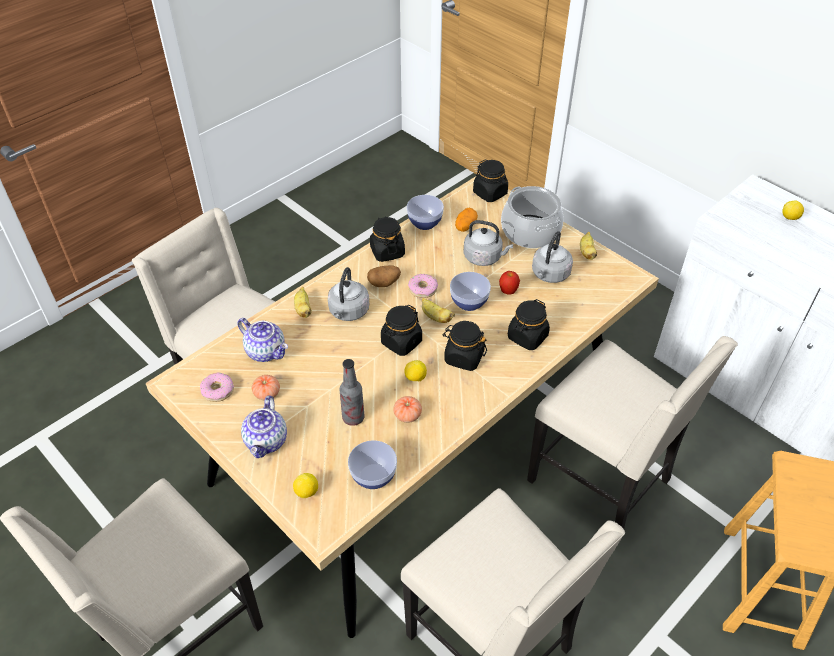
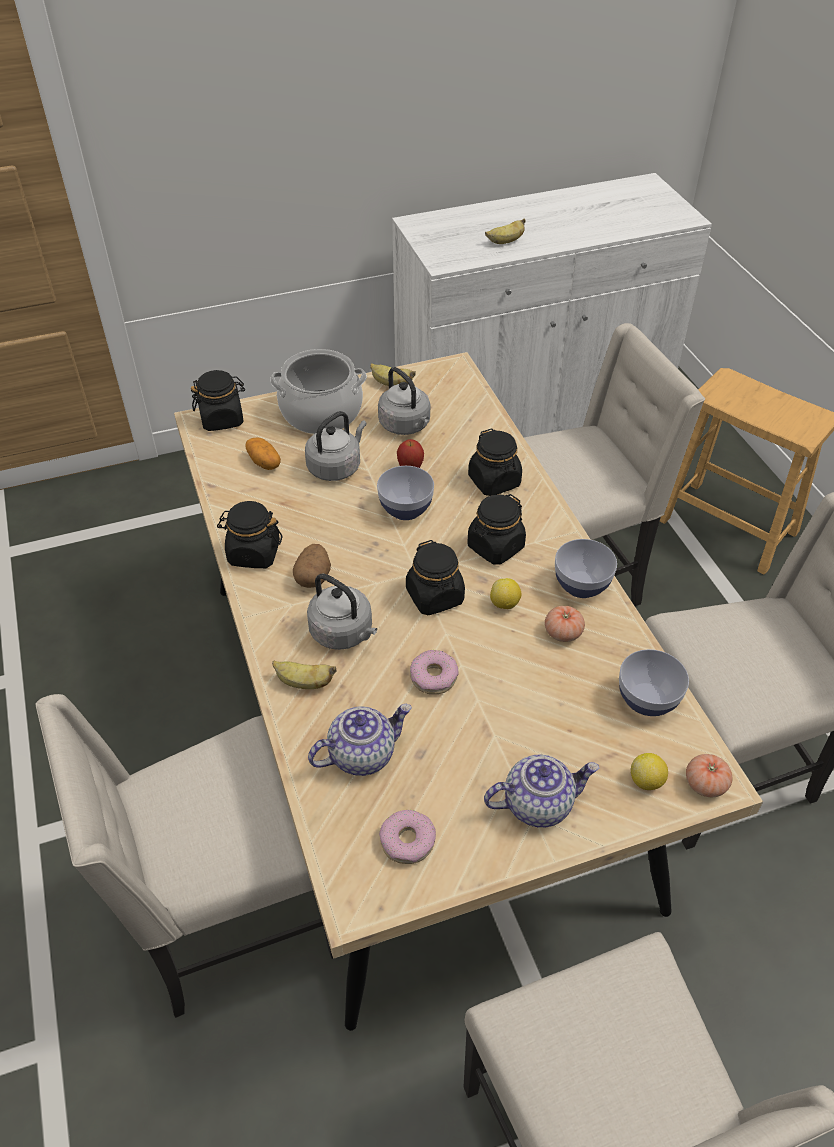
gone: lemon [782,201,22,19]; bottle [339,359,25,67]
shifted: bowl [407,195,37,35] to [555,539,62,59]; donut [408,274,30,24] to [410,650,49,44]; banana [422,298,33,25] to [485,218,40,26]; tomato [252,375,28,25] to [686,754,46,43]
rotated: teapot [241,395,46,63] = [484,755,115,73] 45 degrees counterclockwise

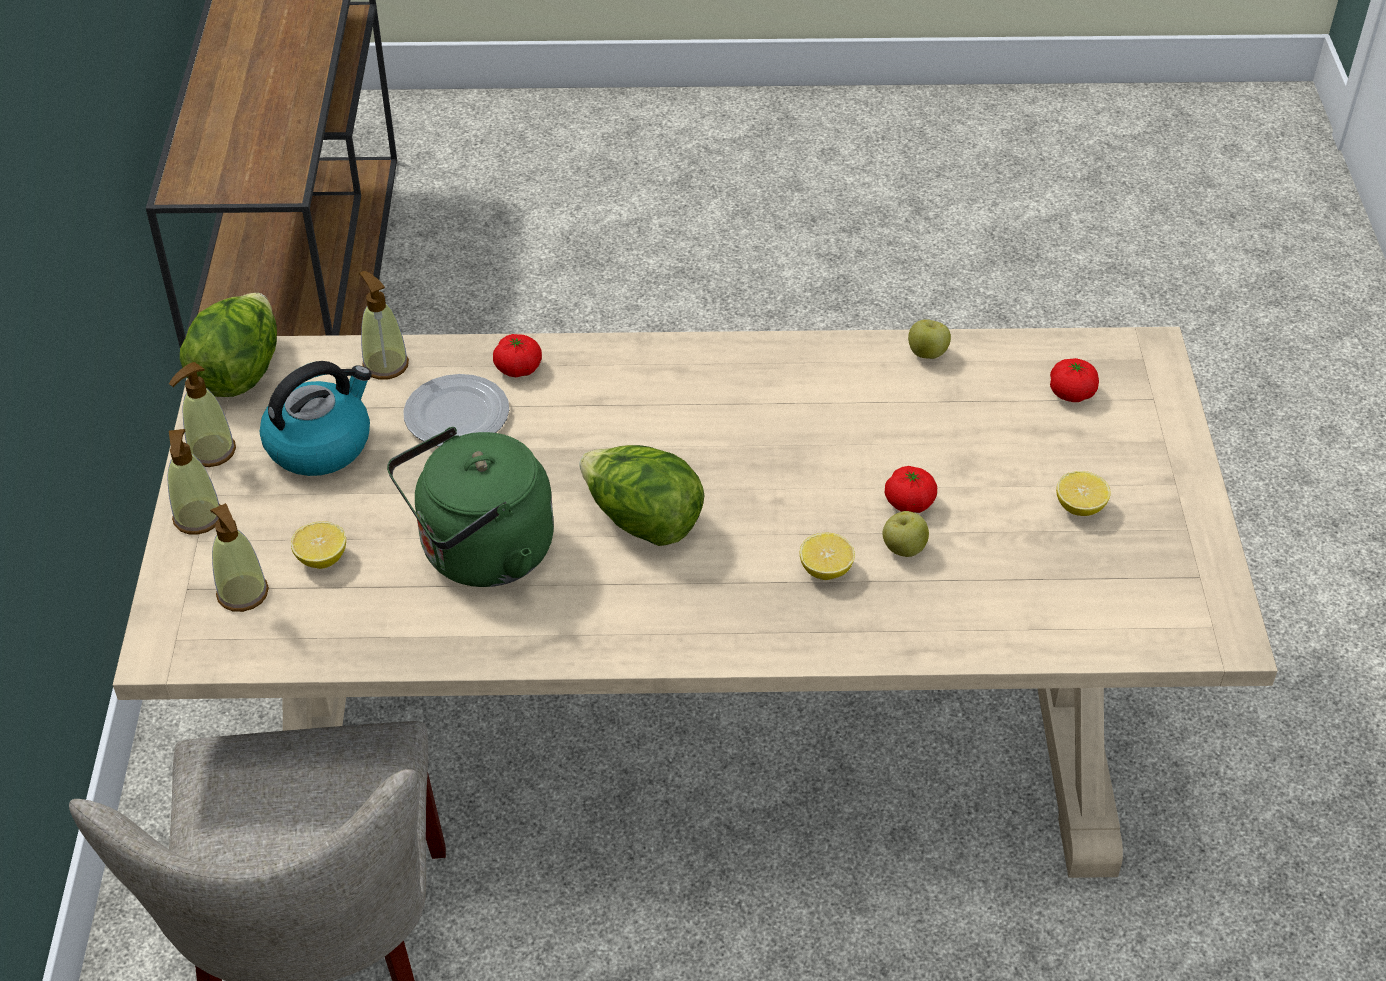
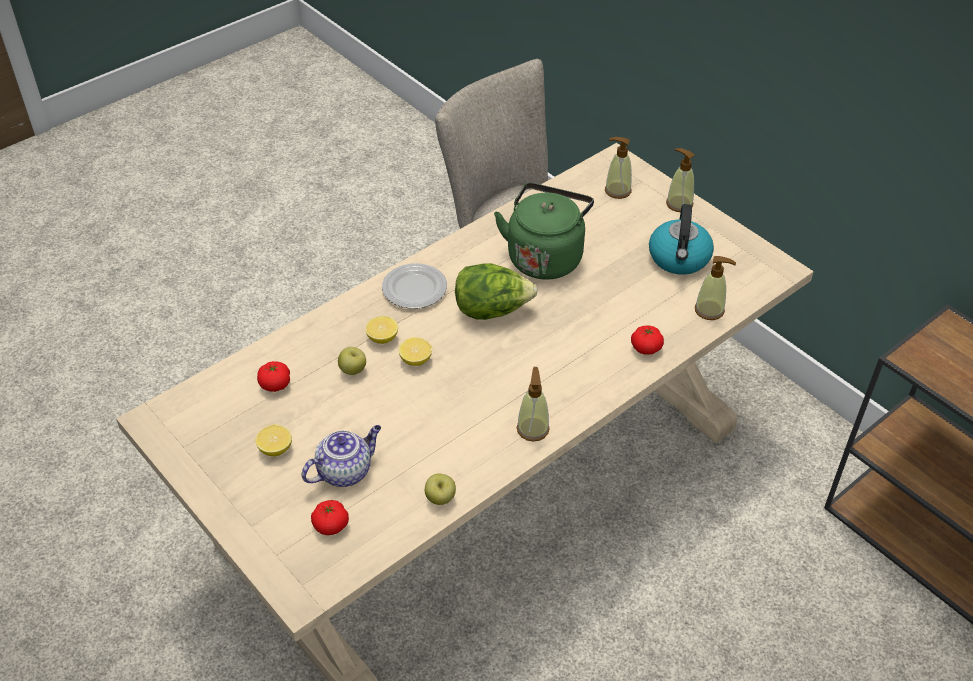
gone: lettuce [180,293,97,104]
new: teapot [302,425,79,62]
shifted: soap dispenser [169,362,67,105] to [517,367,33,74]; plate [403,374,106,73] to [382,263,65,46]; tomato [885,466,52,47] to [257,361,33,31]; lemon [291,521,55,48] to [399,337,33,29]

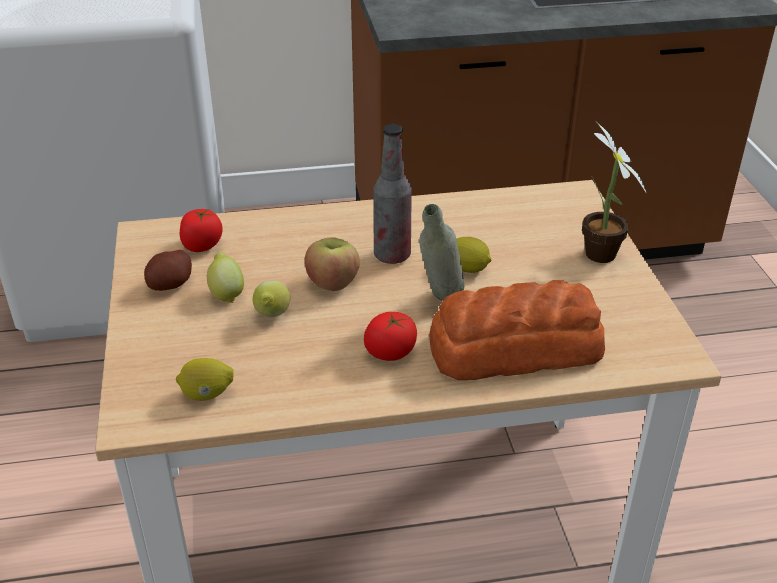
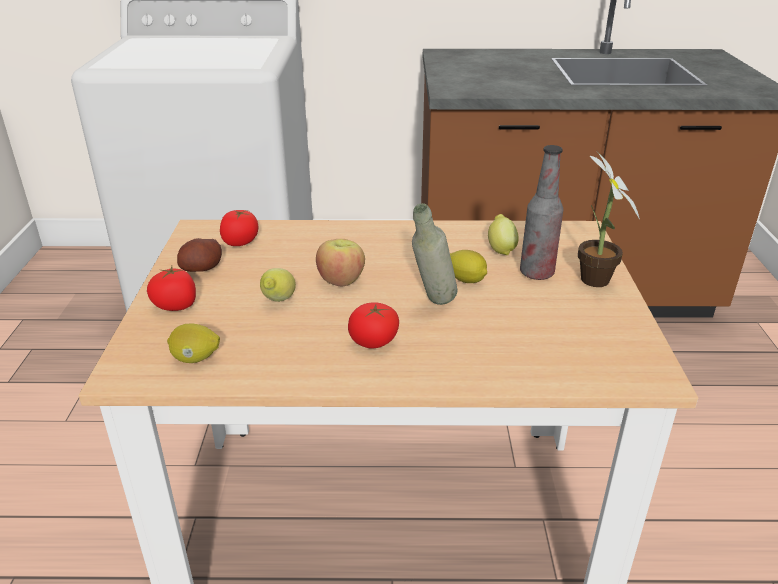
gone: bread [429,280,176,100]
new: tomato [147,266,49,45]
shifted: bottle [373,124,39,140] to [520,145,43,135]; lemon [207,252,37,51] to [488,214,31,41]

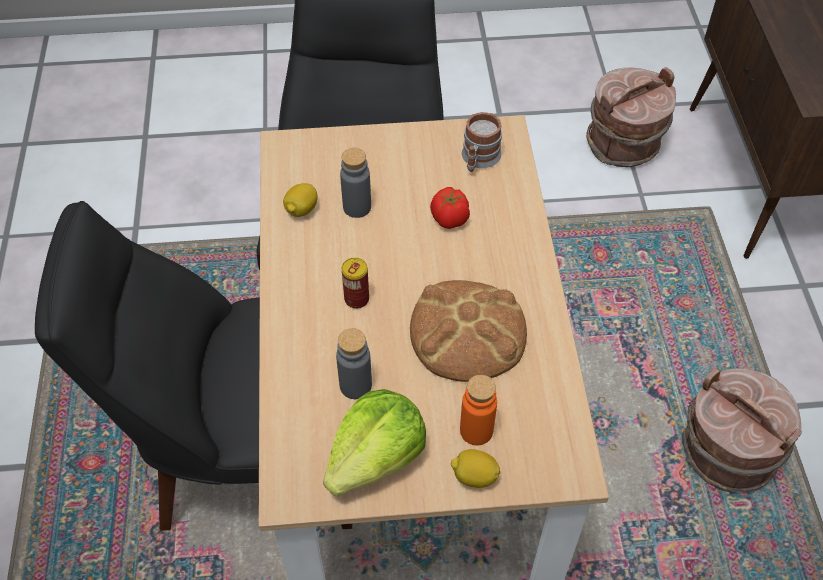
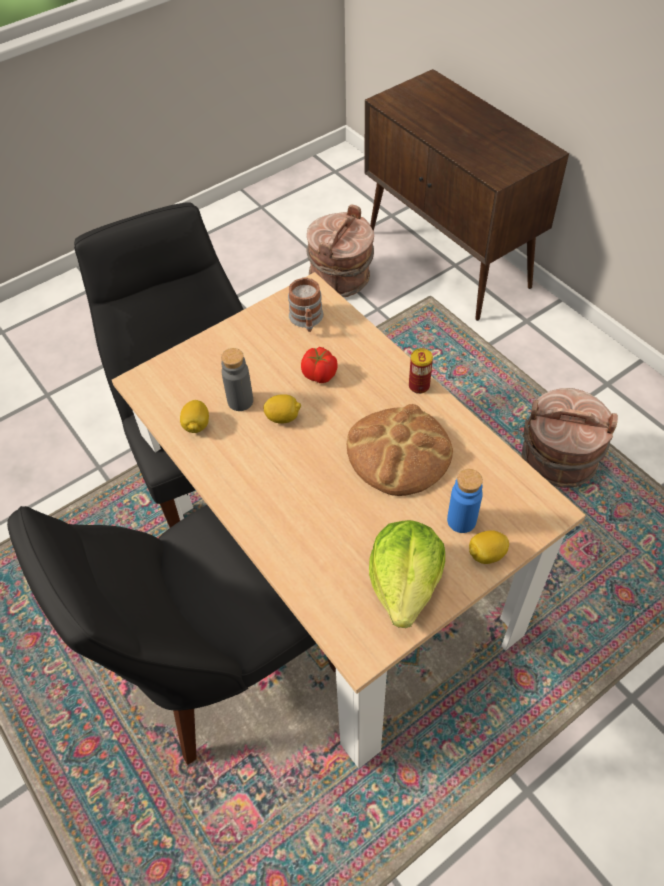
gone: grey bottle [336,328,36,71]
new: lemon [263,394,38,30]
shifted: can [342,258,27,51] to [409,348,24,46]
repainted: orange bottle [460,375,37,71] to blue bottle [447,469,36,64]

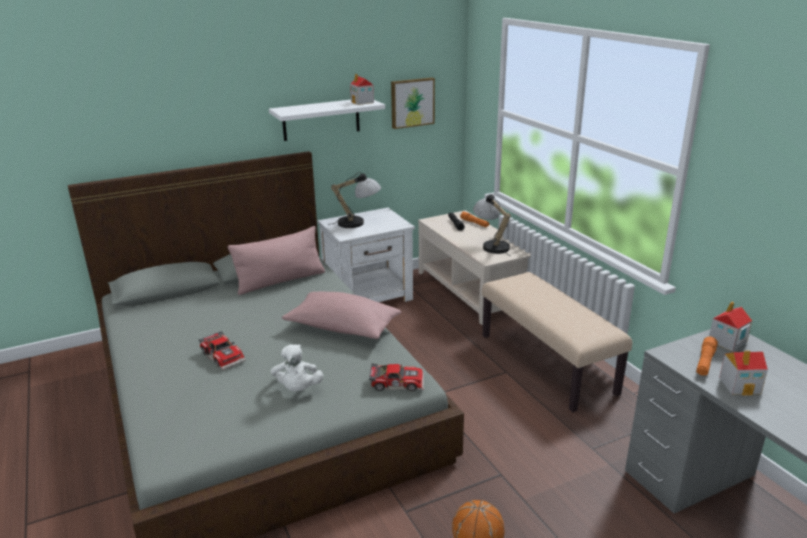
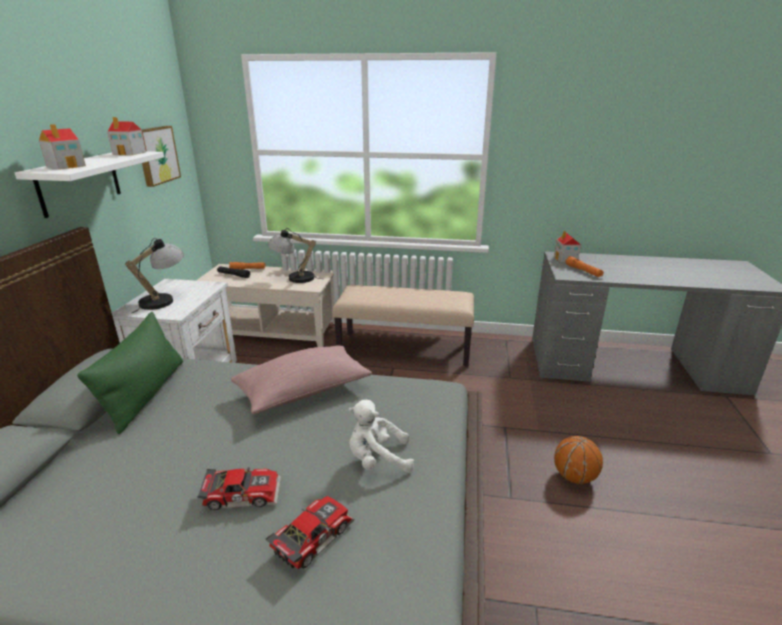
shifted: toy house [719,351,49,45] to [39,124,47,46]; toy car [369,363,55,29] to [266,496,88,73]
repainted: pink pillow [228,226,97,69] to green pillow [77,312,106,122]
rotated: white plush toy [271,344,52,48] = [348,400,66,73] 150 degrees clockwise

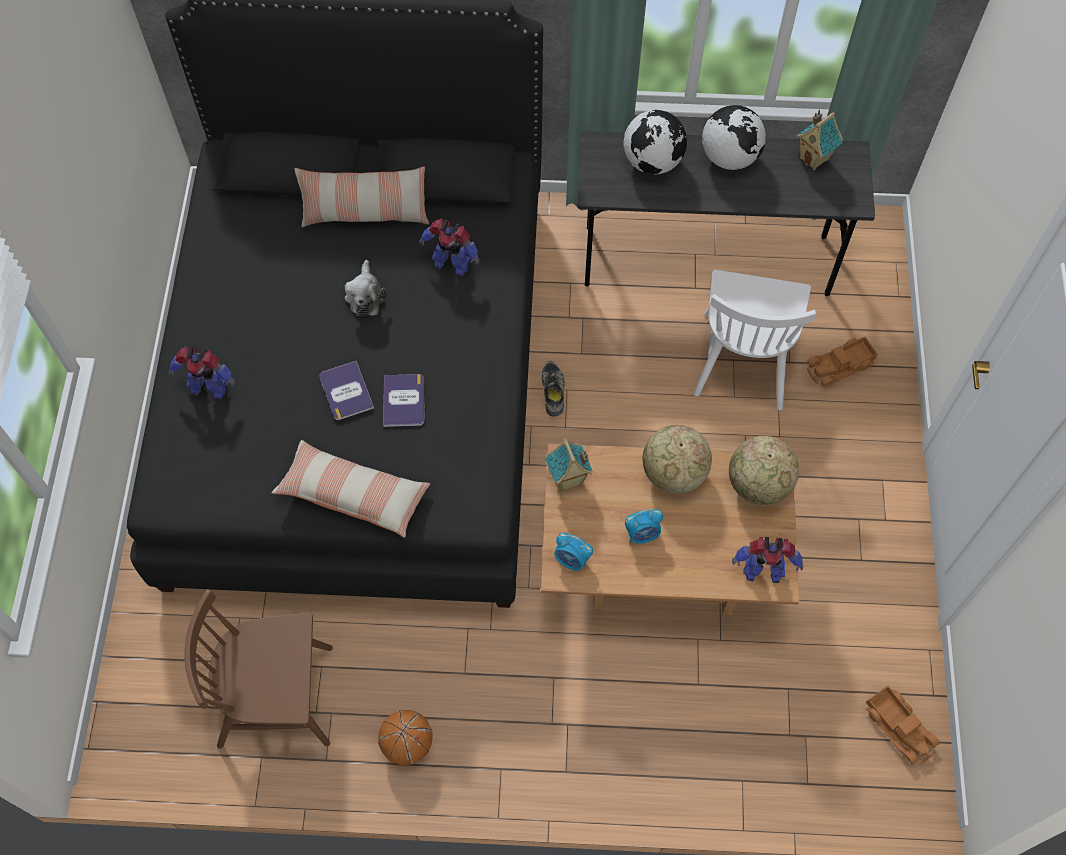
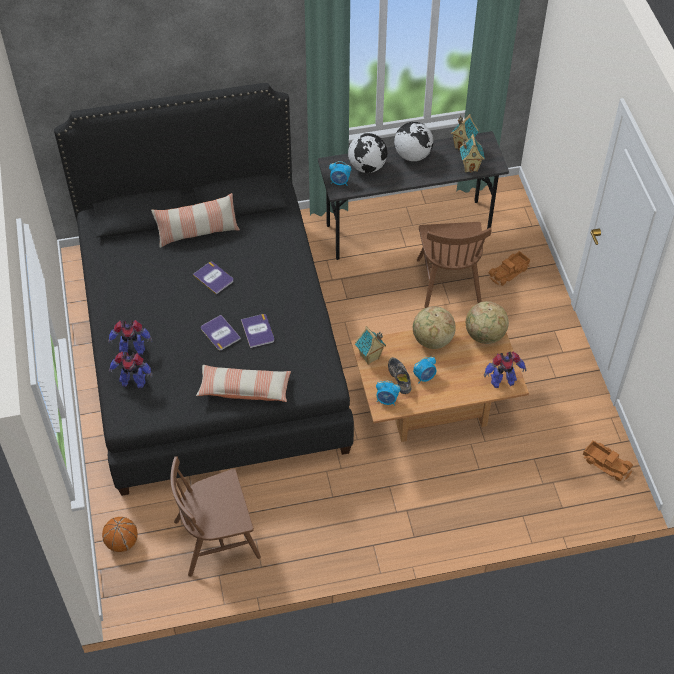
new: toy house [459,134,26,39]; alarm clock [329,161,22,25]
shifted: toy robot [419,218,60,58] to [109,352,44,37]; shoe [542,361,23,56] to [388,357,23,37]; basketball [378,710,54,55] to [102,517,36,35]
swapped: plush toy [345,260,41,56] to book [193,262,40,33]
repainted: white chair [694,270,122,140] to brown chair [417,222,75,86]

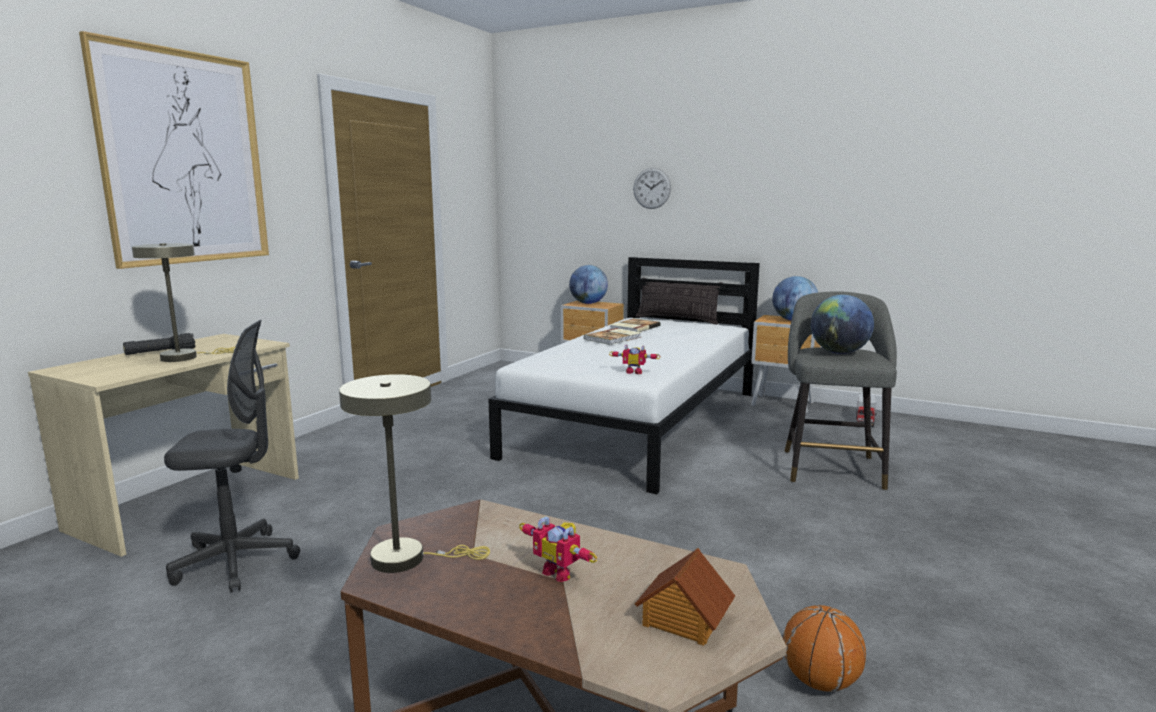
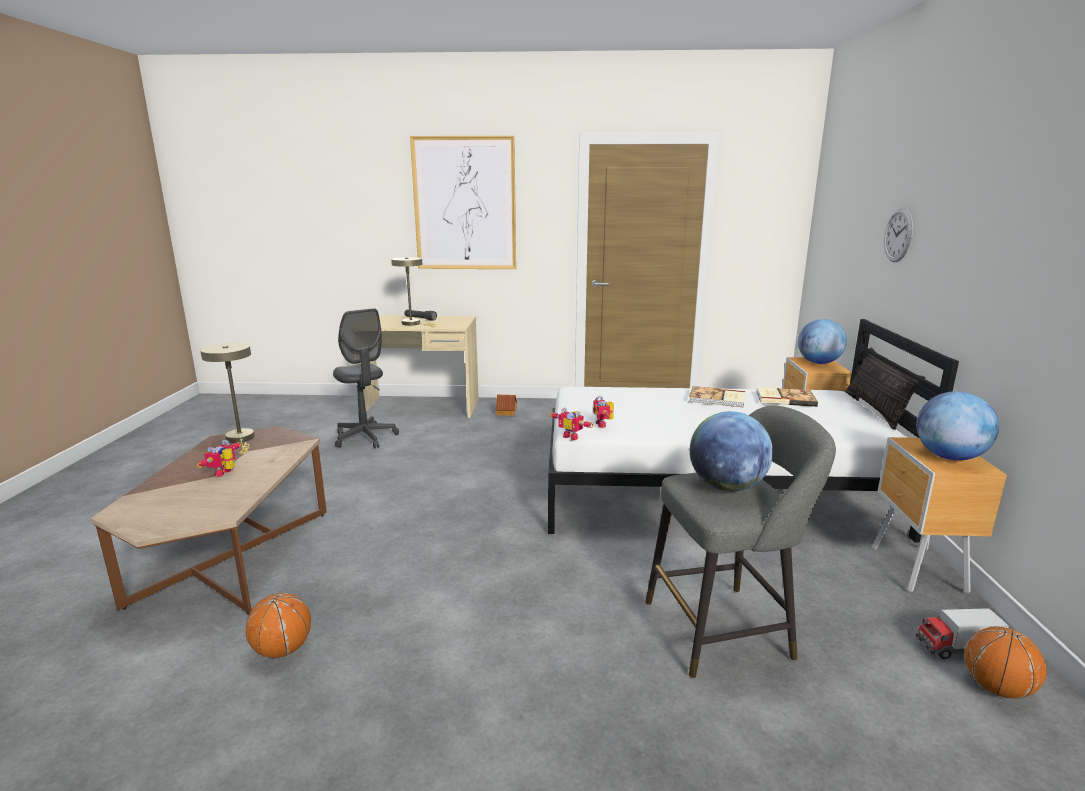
new: toy robot [549,408,44,32]; basketball [965,627,82,72]
shifted: toy house [635,548,100,98] to [496,395,21,21]

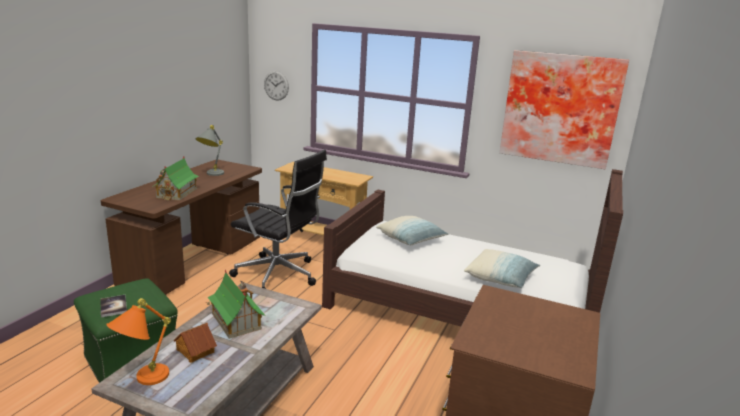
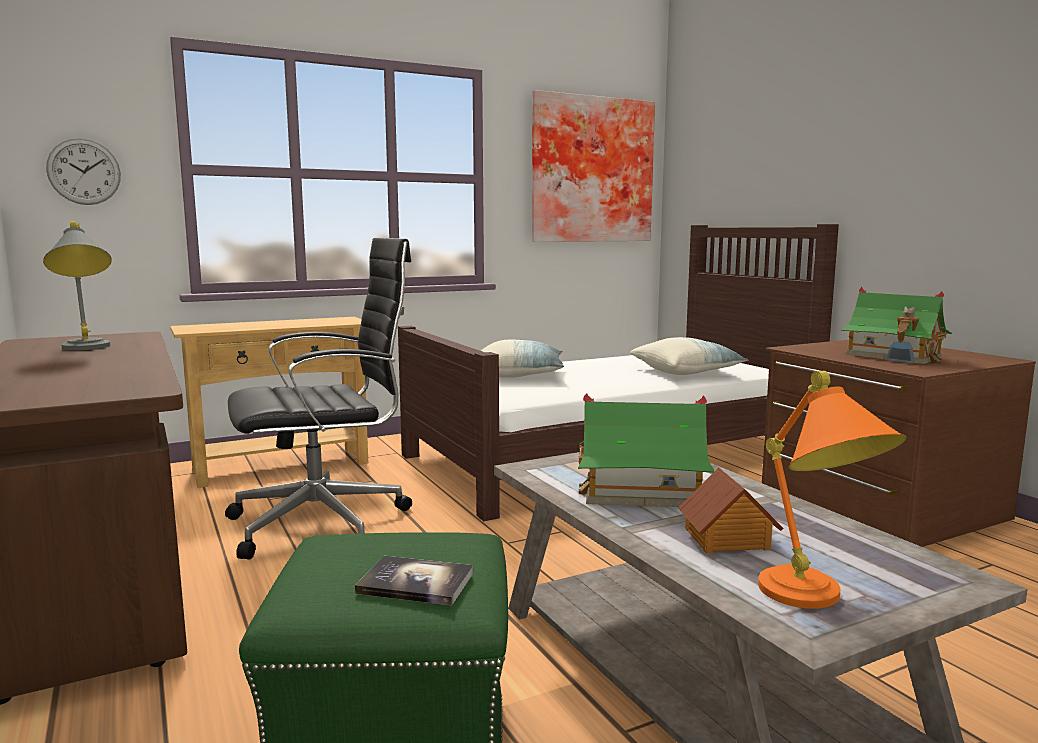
shifted: toy house [152,157,47,44] to [841,287,111,77]

